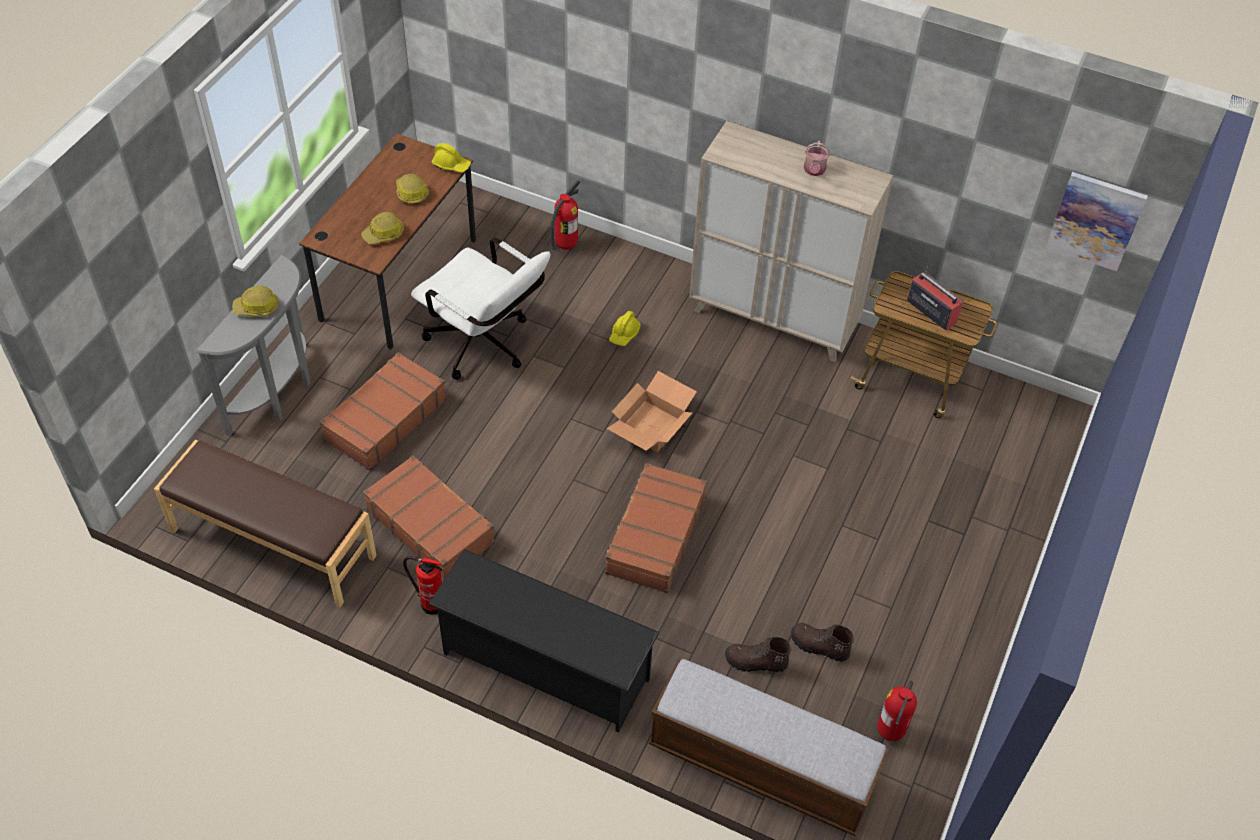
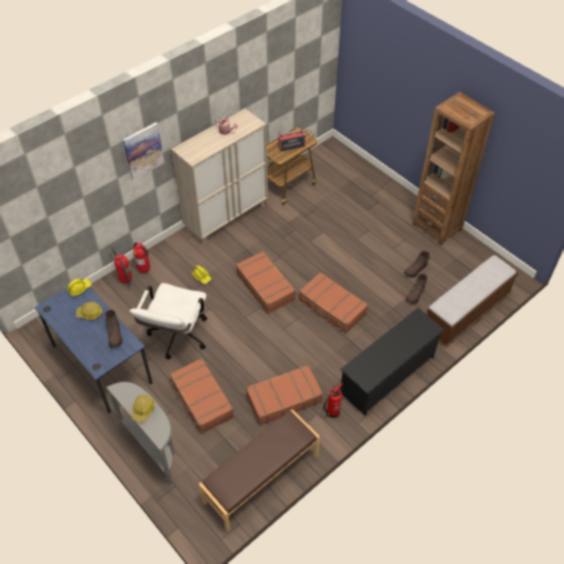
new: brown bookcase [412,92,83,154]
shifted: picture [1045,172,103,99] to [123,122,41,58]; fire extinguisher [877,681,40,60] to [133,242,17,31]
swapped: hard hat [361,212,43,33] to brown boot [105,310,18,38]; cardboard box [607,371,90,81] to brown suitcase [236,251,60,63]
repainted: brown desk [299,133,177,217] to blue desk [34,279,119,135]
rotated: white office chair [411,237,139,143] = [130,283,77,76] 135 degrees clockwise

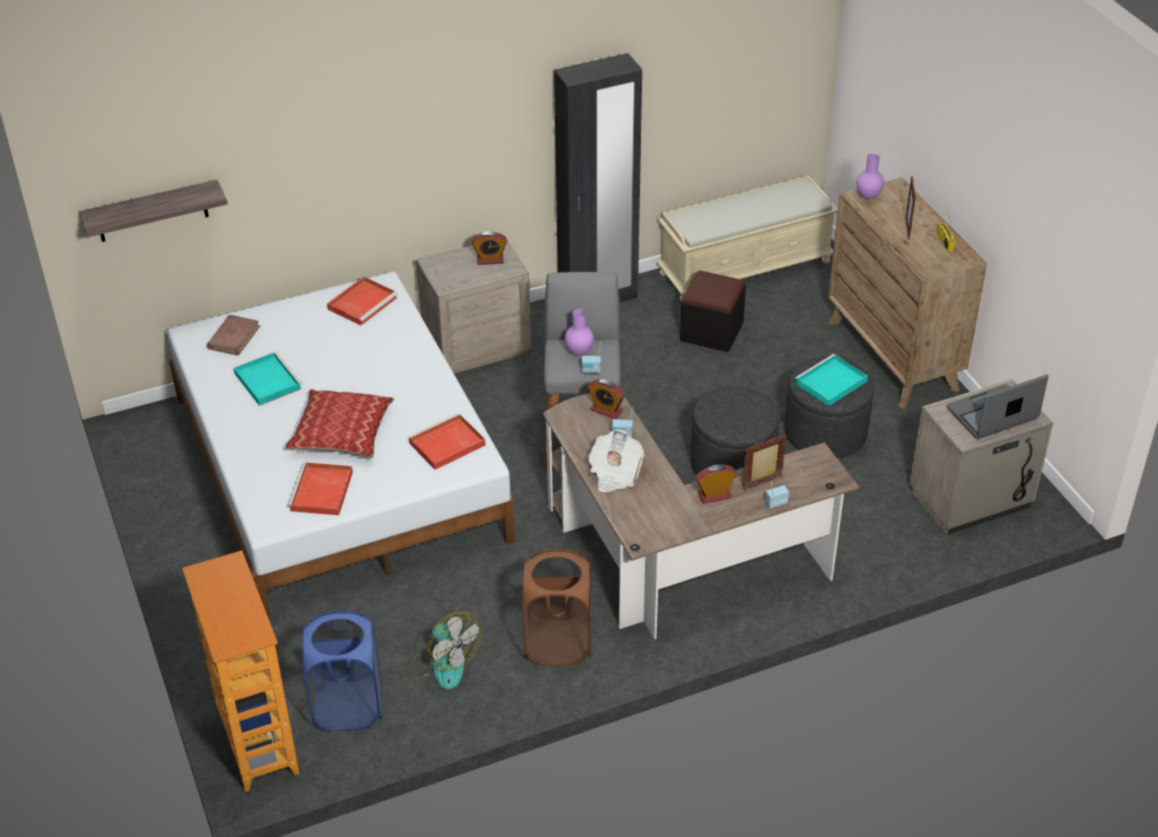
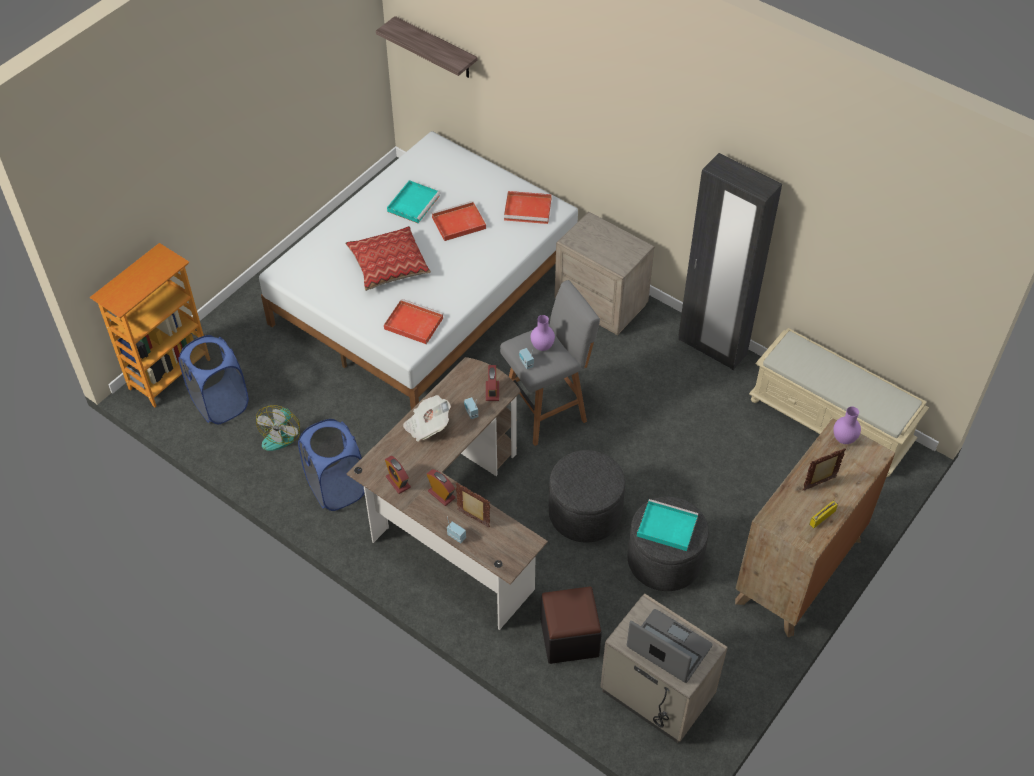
gone: brown book [207,315,54,41]
shifted: alarm clock [472,231,35,34] to [385,456,26,38]; black ottoman [680,270,66,82] to [540,586,62,78]; red tray [288,462,65,53] to [432,201,54,40]
repainted: brown laundry basket [523,549,68,117] to blue laundry basket [298,419,67,92]

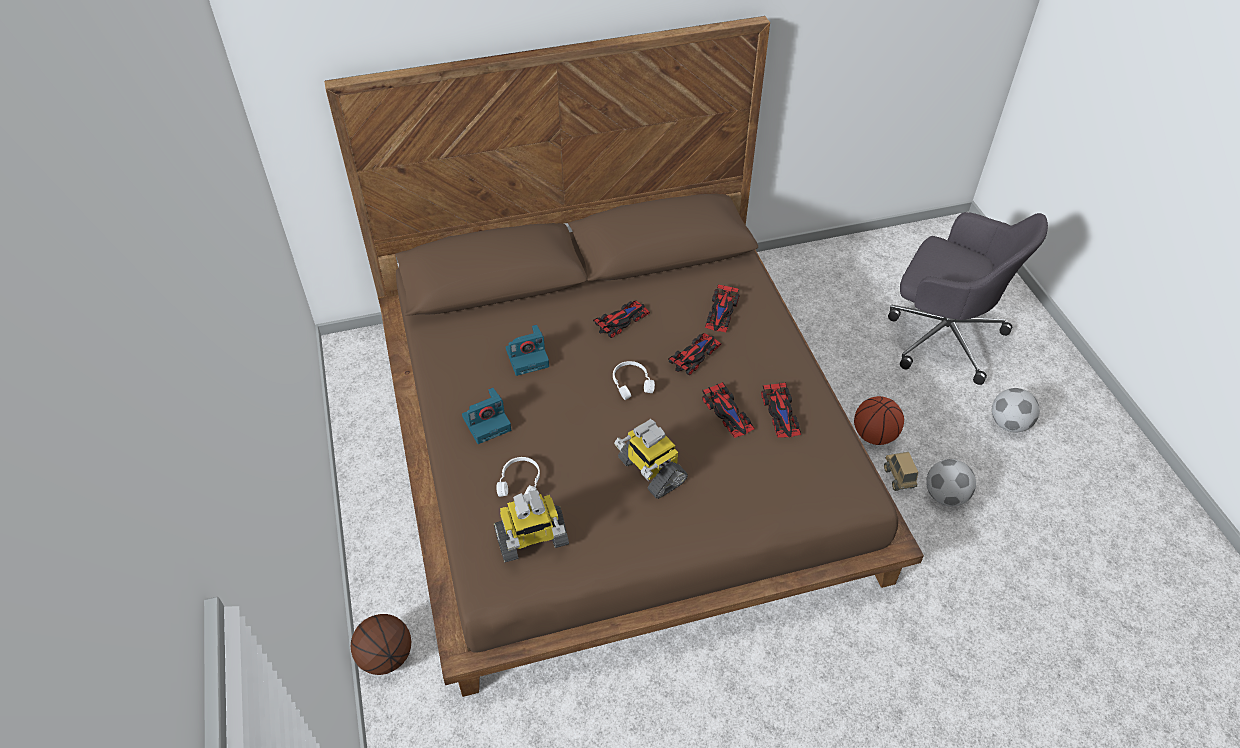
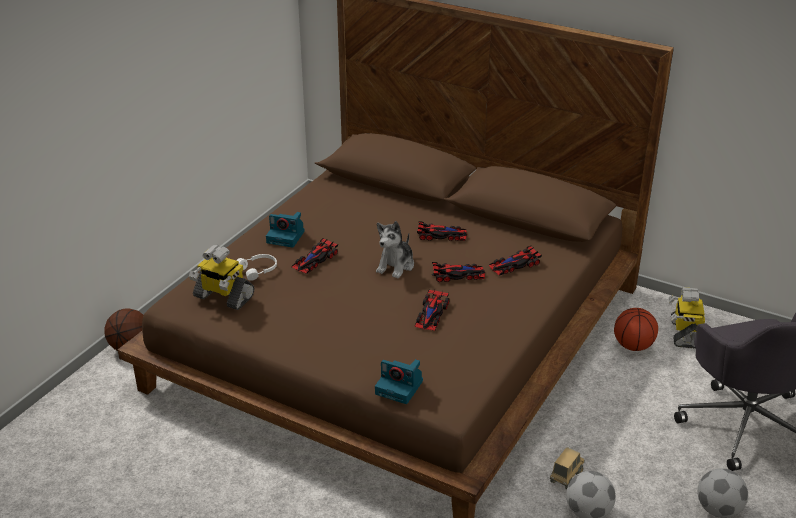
shifted: photo camera [506,325,43,51] to [375,359,48,45]; toy car [761,382,40,56] to [292,239,46,35]; basketball [854,396,50,49] to [614,308,44,43]; toy robot [614,419,74,80] to [669,287,36,62]
swapped: white headphones [613,361,42,39] to plush toy [376,221,38,58]

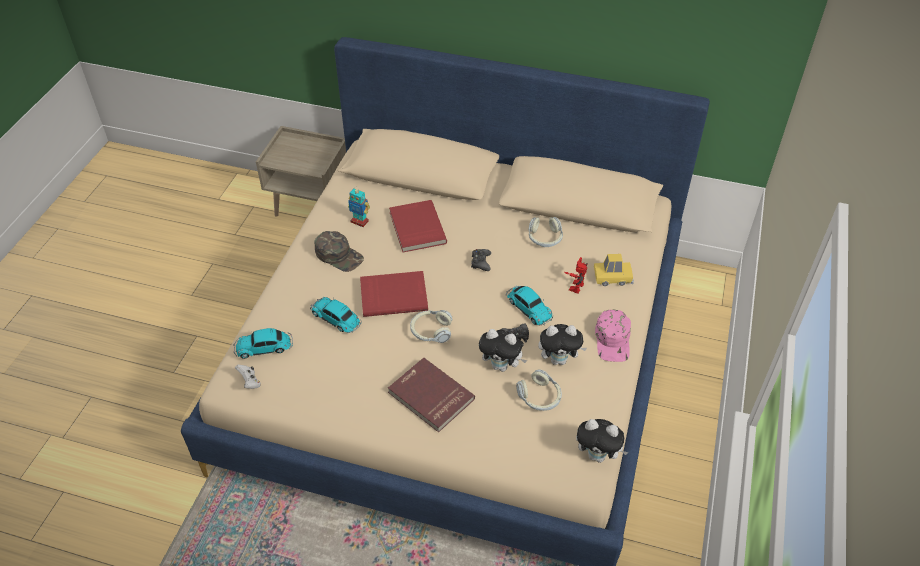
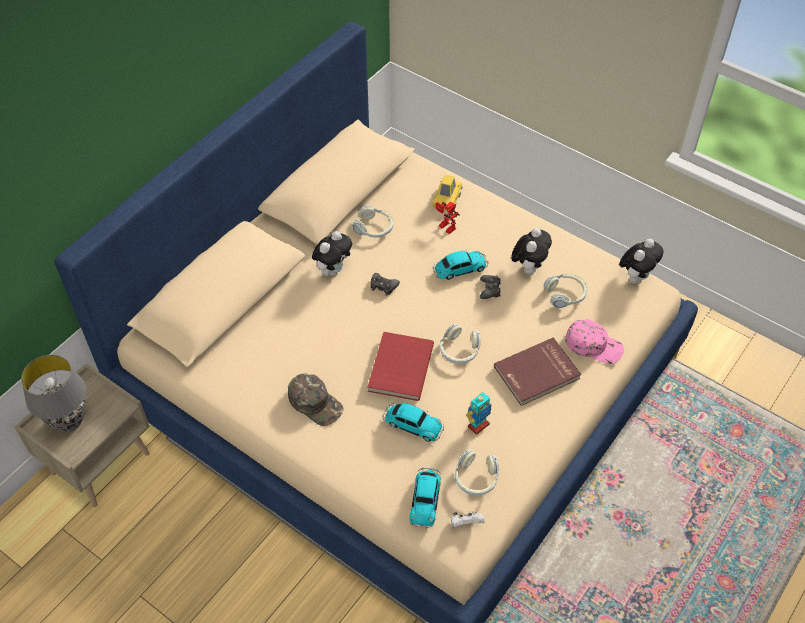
gone: red book [389,200,58,52]
new: grey table lamp [21,355,65,77]; headphones [455,450,44,46]
shifted: toy robot [348,187,22,40] to [466,392,25,43]; pink cap [595,310,36,52] to [565,319,59,45]; plush toy [479,329,48,43] to [312,231,40,45]
rotated: green cap [314,231,50,41] = [288,373,56,53] 75 degrees clockwise; toy car [310,297,52,36] = [382,403,62,39] 120 degrees counterclockwise

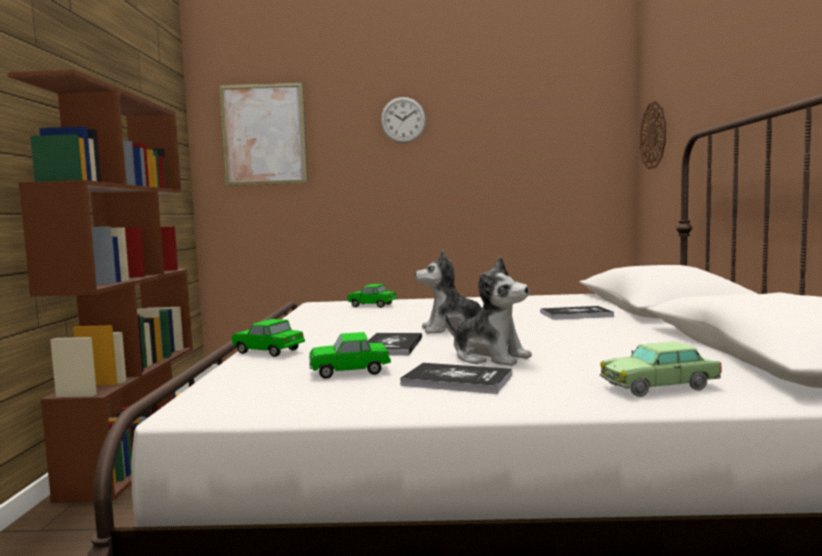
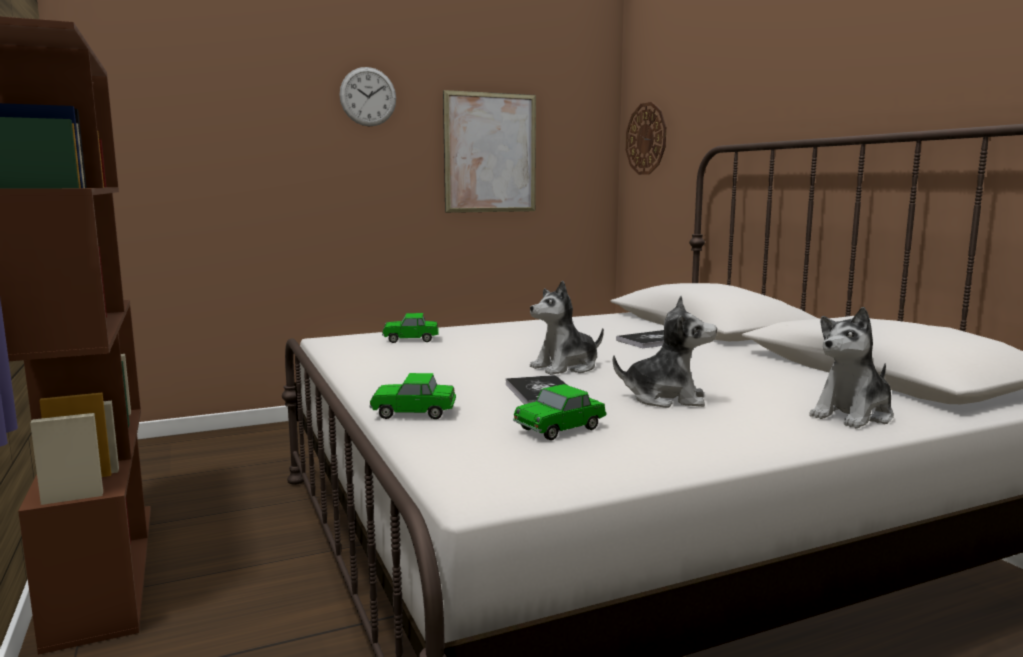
gone: book [400,363,112,31]
shifted: picture [219,82,89,104] to [443,90,93,123]
swapped: toy car [600,342,121,55] to plush toy [809,307,85,121]

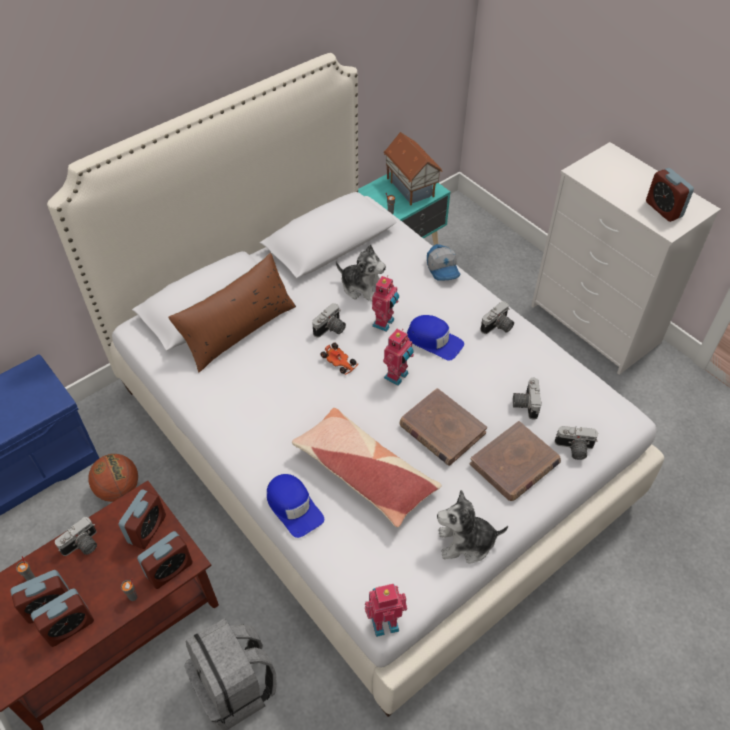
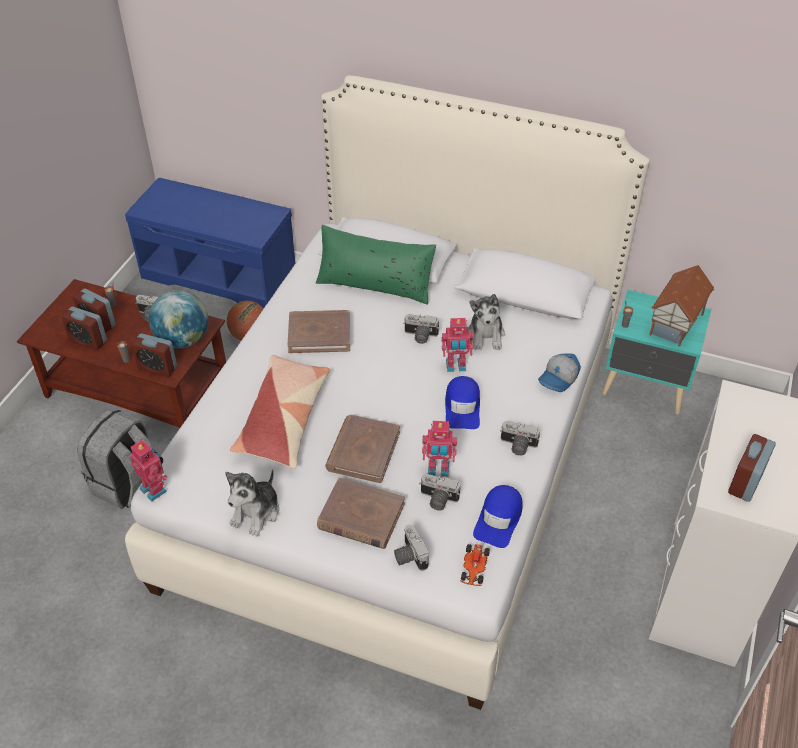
new: brown book [287,310,63,43]
shifted: toy robot [383,329,31,57] to [422,421,35,56]; toy car [320,343,38,32] to [460,544,30,42]; blue cap [267,474,57,64] to [473,485,50,63]
swapped: alarm clock [119,489,47,60] to globe [149,290,60,59]
repainted: brown pillow [168,253,128,119] to green pillow [316,225,120,80]
rotated: photo camera [513,378,28,42] = [419,474,42,37] 135 degrees counterclockwise; plush toy [437,490,71,74] = [225,469,54,68] 120 degrees counterclockwise

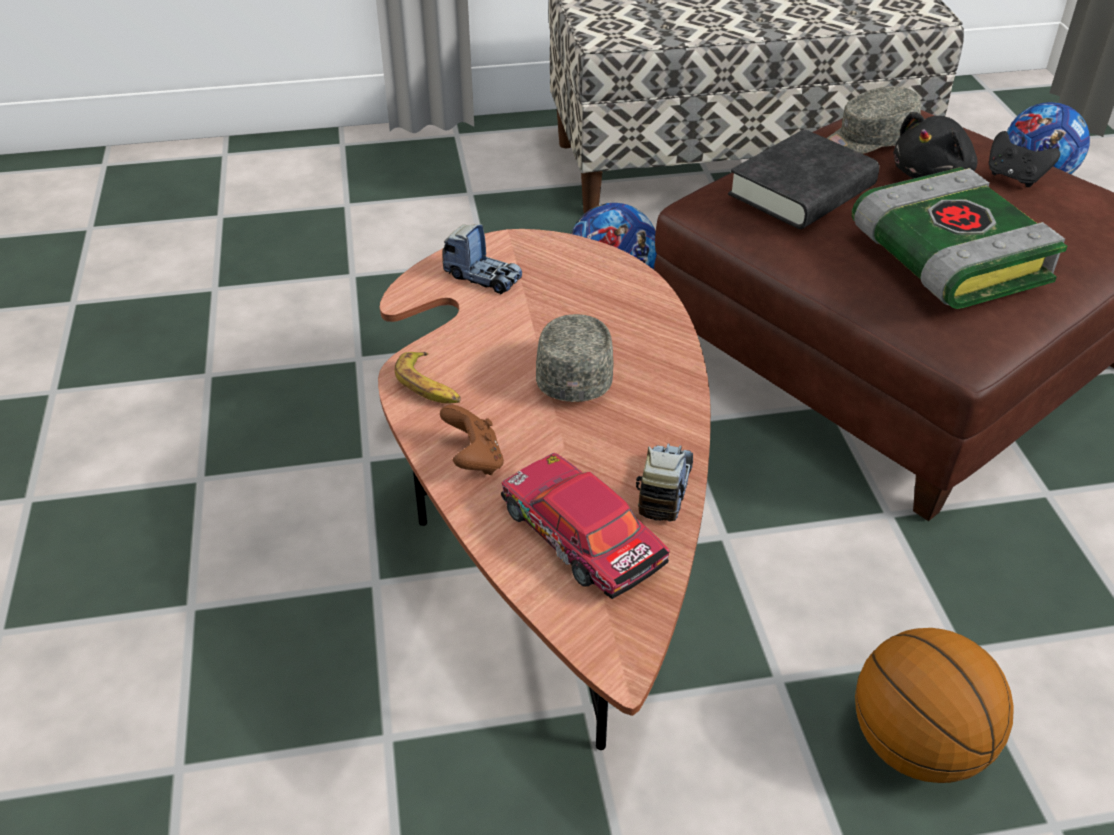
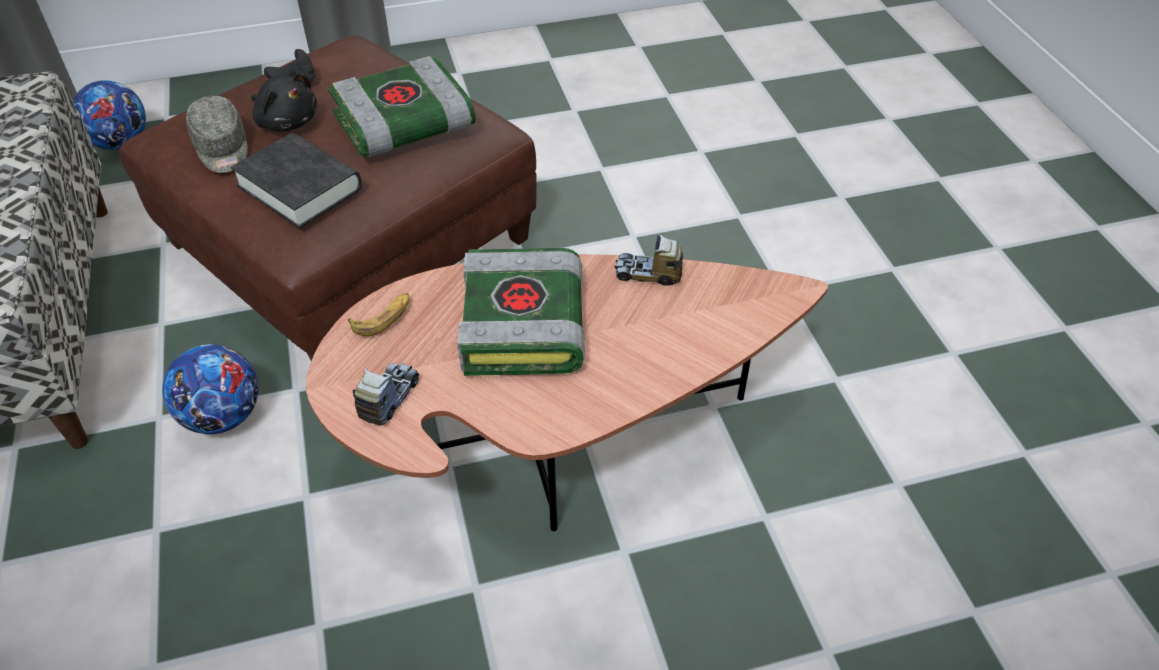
gone: brown game controller [440,405,64,70]; toy car [501,453,169,146]; basketball [855,628,159,155]
shifted: banana [395,352,66,52] to [348,293,61,43]
swapped: grey cap [536,314,78,88] to book [457,248,128,128]

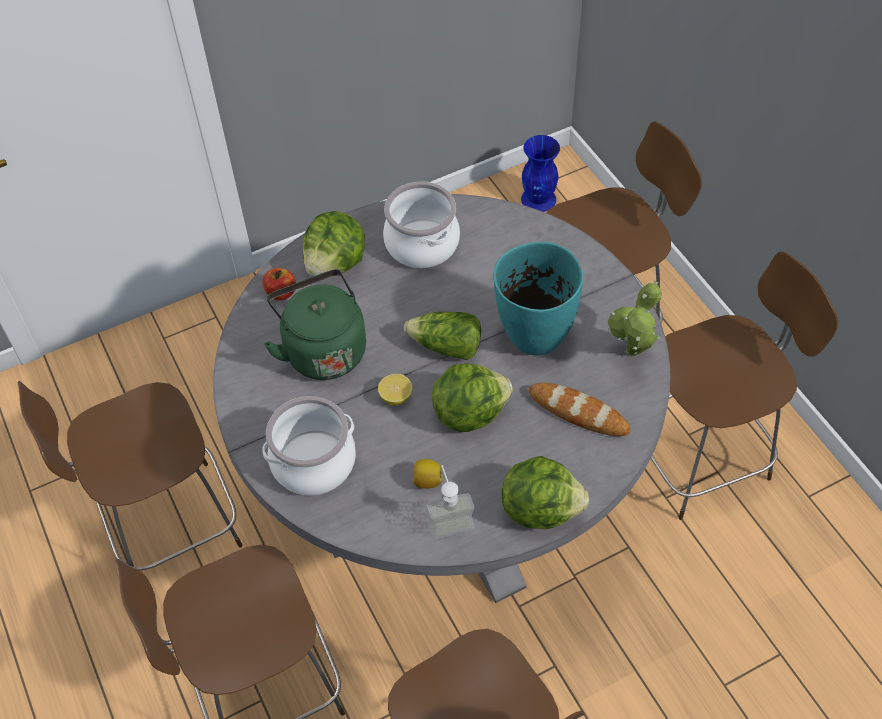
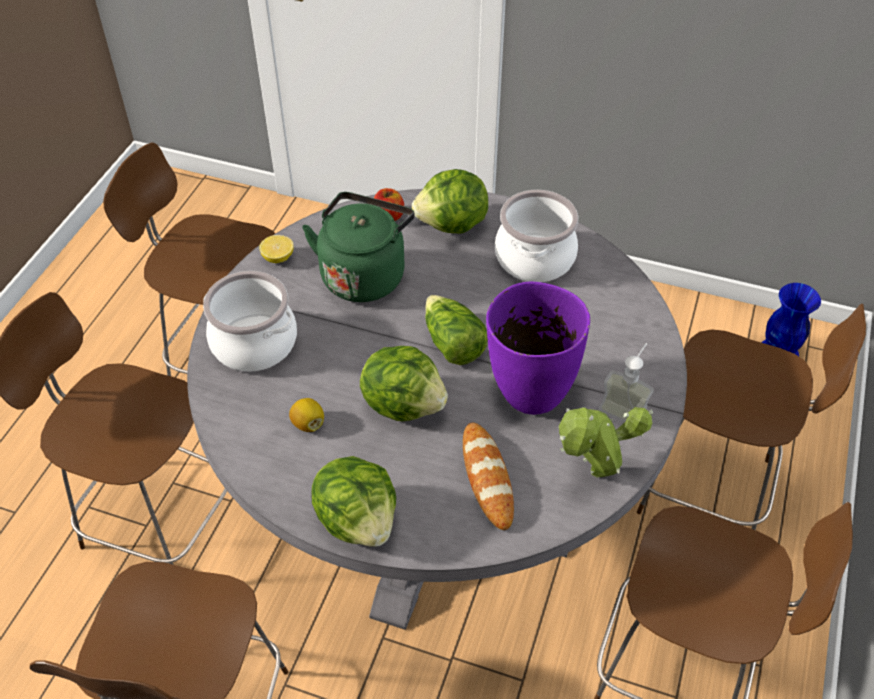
shifted: lemon [378,374,35,31] to [259,235,35,28]; soap dispenser [427,465,47,75] to [599,343,55,79]
repainted: turquoise vase [493,242,90,114] to purple vase [486,282,104,133]

